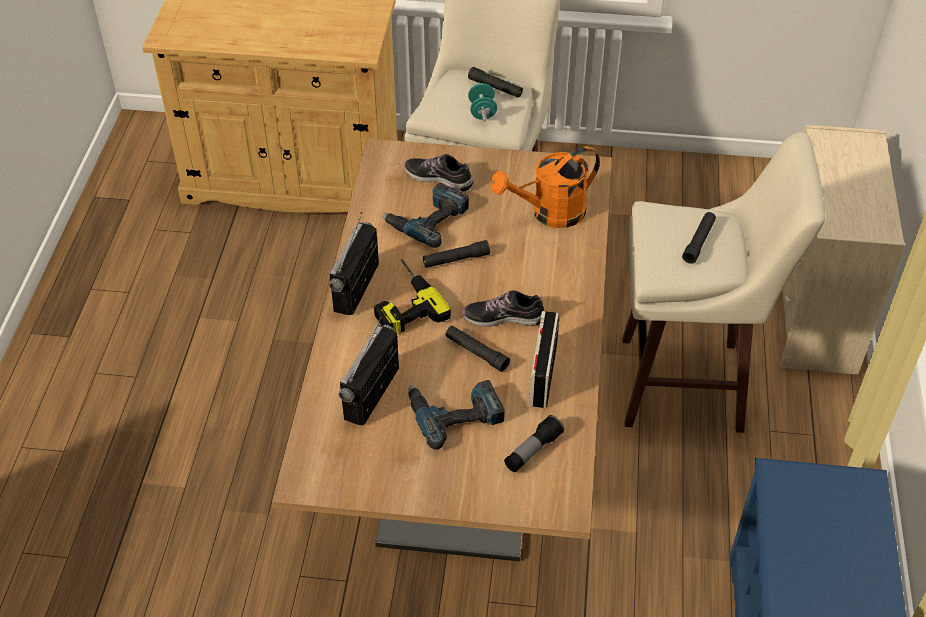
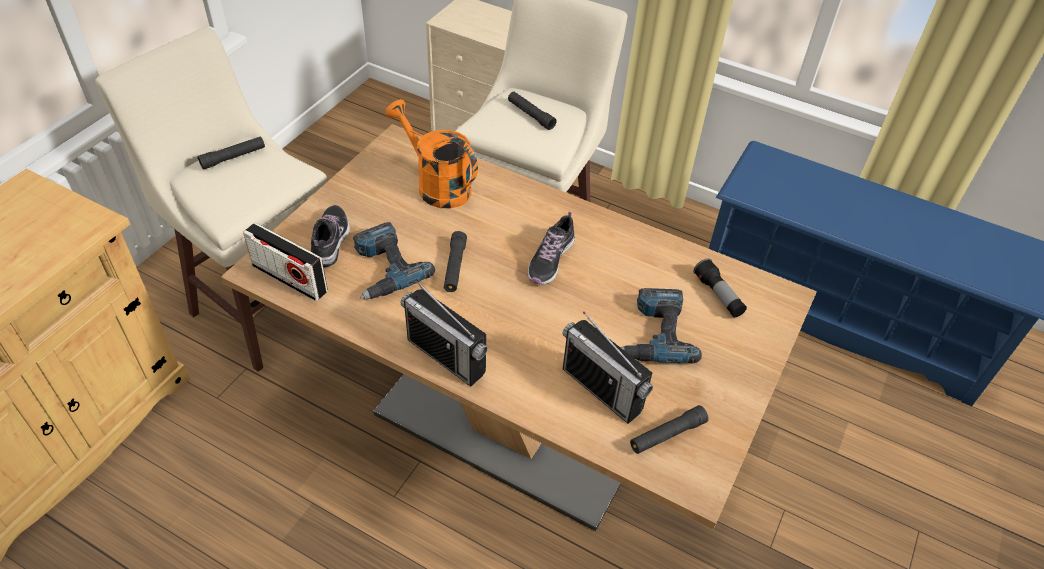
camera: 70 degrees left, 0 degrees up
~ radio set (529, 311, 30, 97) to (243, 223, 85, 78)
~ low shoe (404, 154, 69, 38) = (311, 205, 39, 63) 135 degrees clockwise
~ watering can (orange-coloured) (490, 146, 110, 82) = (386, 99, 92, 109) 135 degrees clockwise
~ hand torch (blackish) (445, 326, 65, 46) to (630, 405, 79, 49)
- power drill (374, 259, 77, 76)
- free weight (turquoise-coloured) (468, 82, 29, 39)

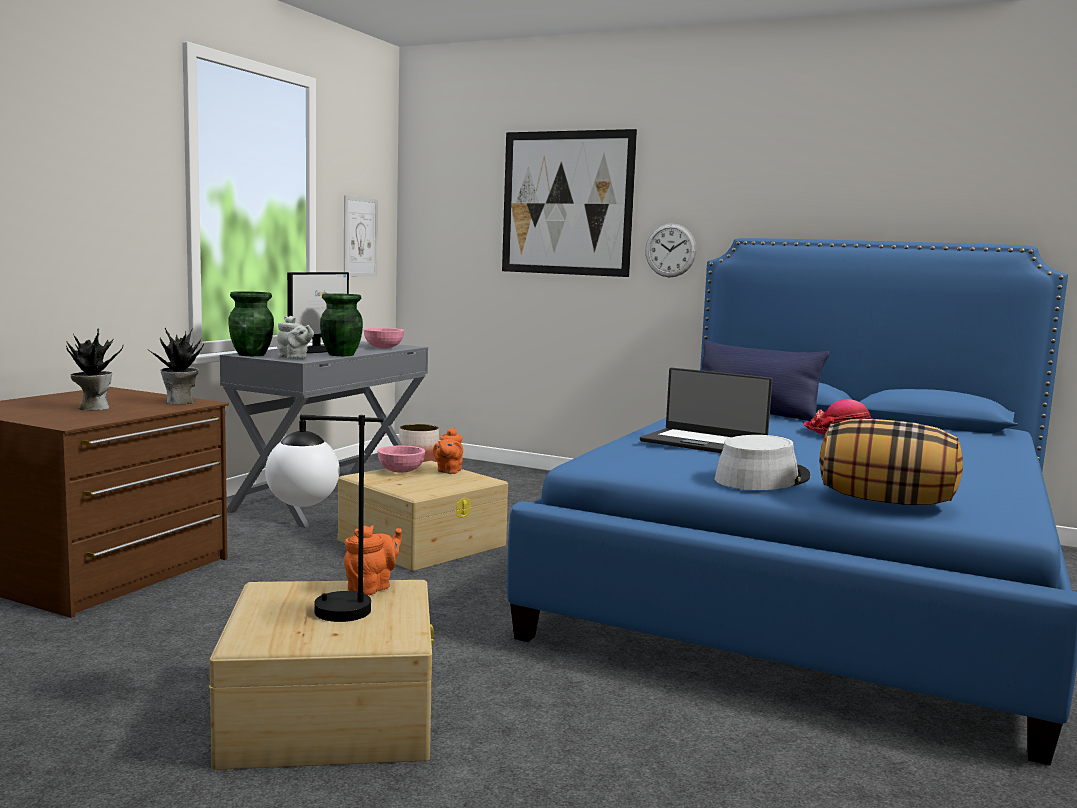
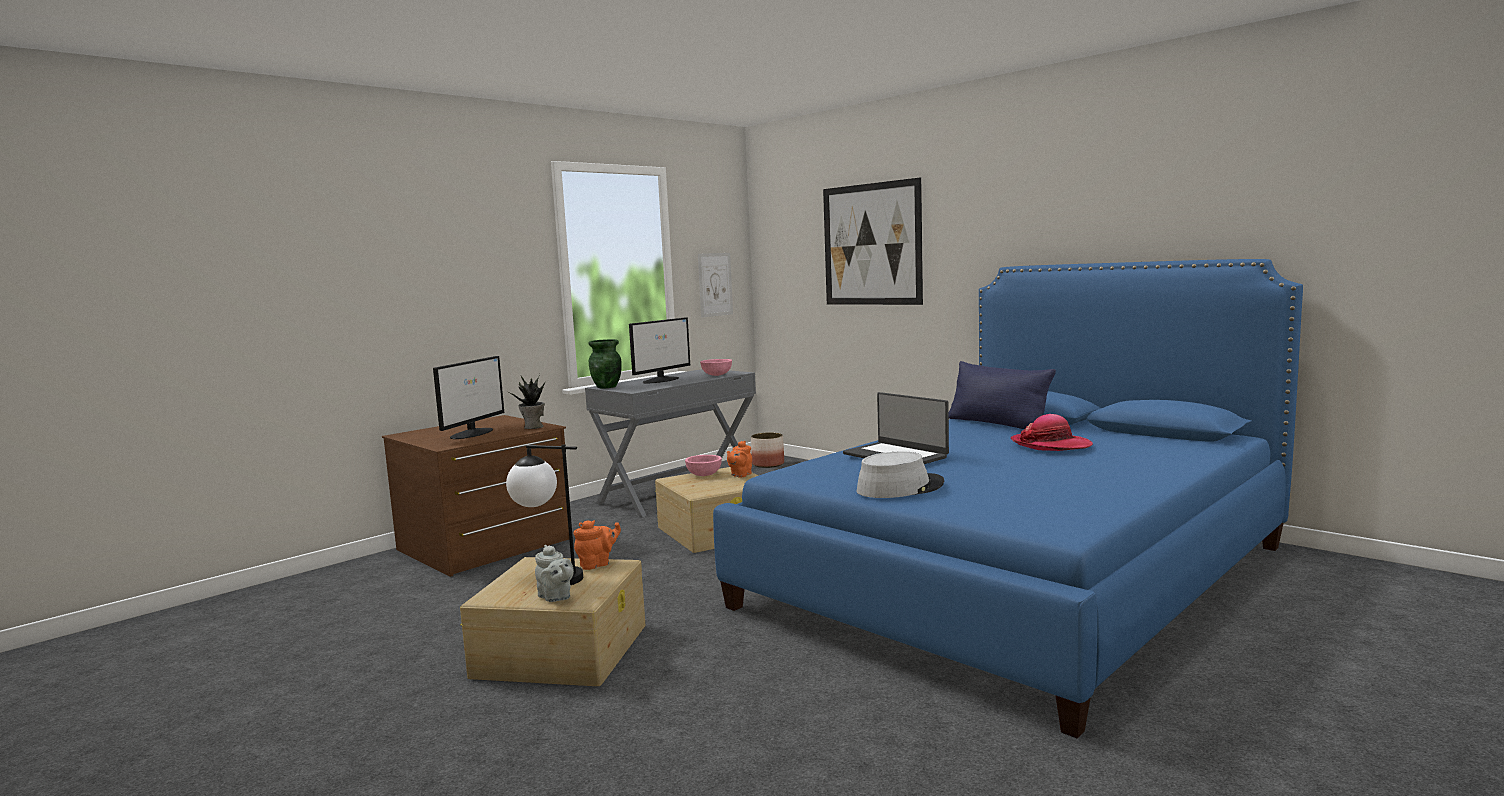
camera: 20 degrees right, 0 degrees up
~ plant in a pot (66, 329, 57, 82) to computer display (433, 356, 71, 83)
~ tea pot (grey) (277, 316, 37, 43) to (535, 545, 39, 57)
- decorative vase (green) (320, 293, 43, 63)
- wall clock (645, 223, 52, 54)
- throw pillow (820, 419, 143, 86)

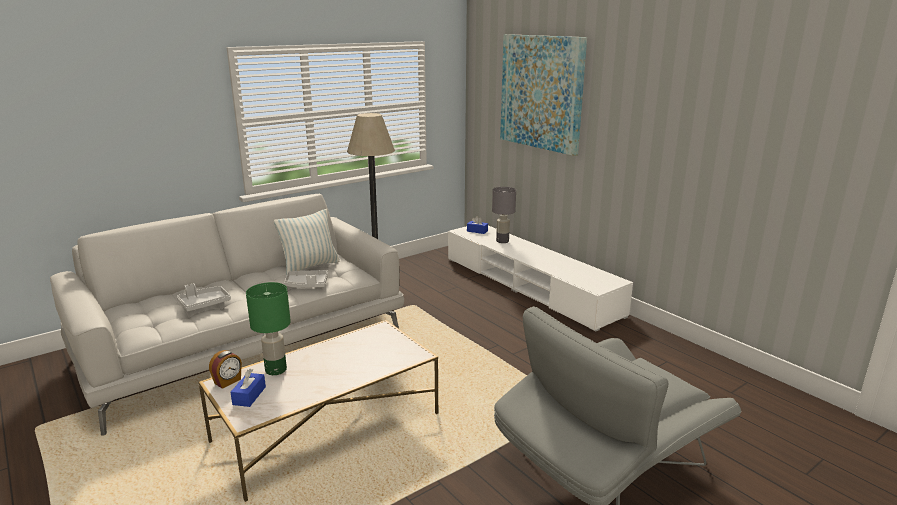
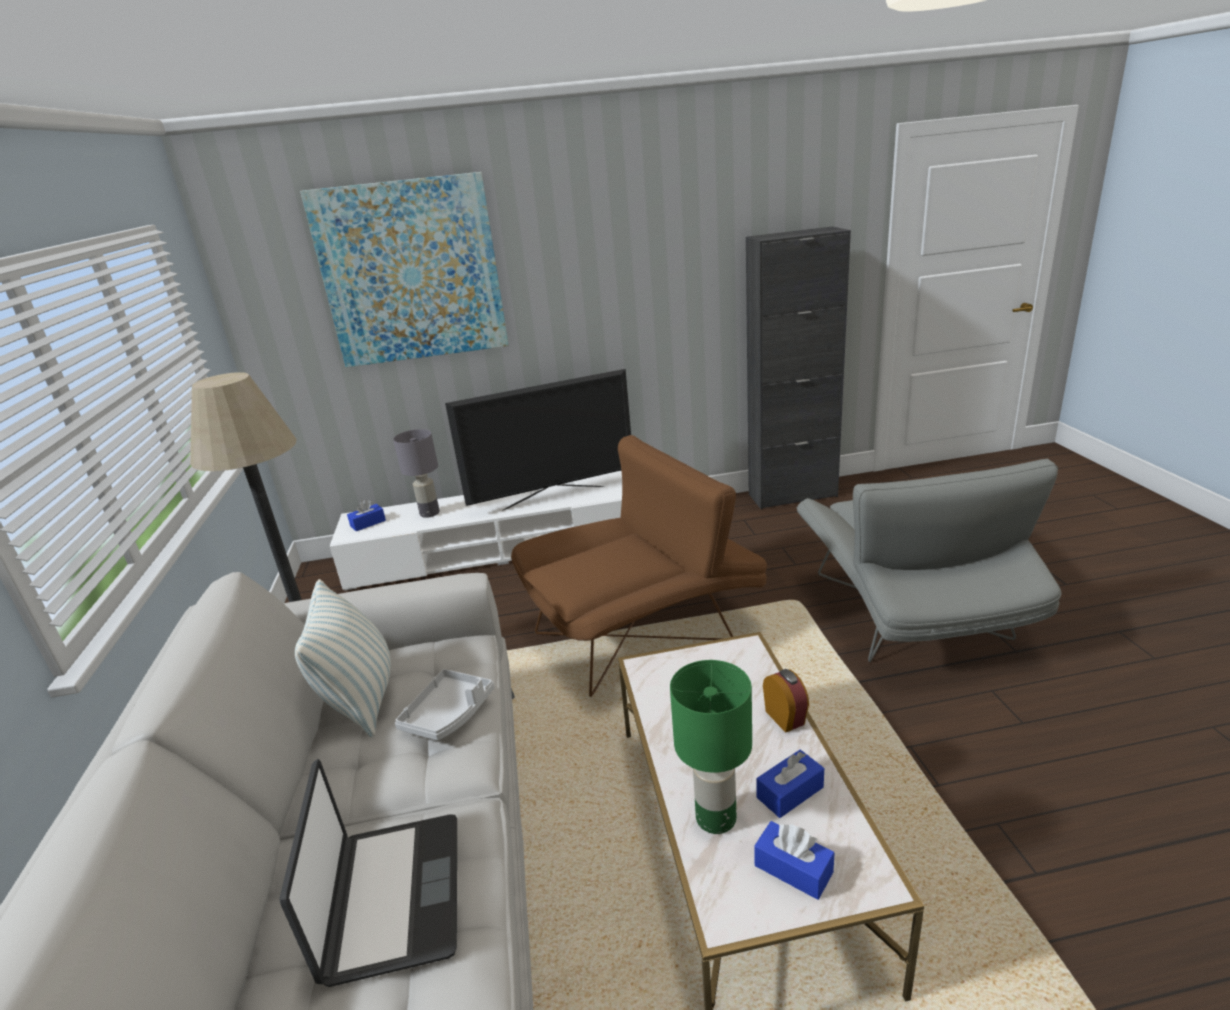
camera: 60 degrees left, 5 degrees up
~ tray (grey) (177, 283, 54, 28) to notebook computer (279, 759, 178, 228)
+ TV (445, 369, 186, 142)
+ lounge chair (brown) (511, 435, 256, 262)
+ storage cabinet (blackish) (746, 226, 105, 283)
+ tissue box (blue-coloured) (756, 750, 68, 68)
~ table clock (209, 350, 33, 39) to (763, 669, 46, 64)

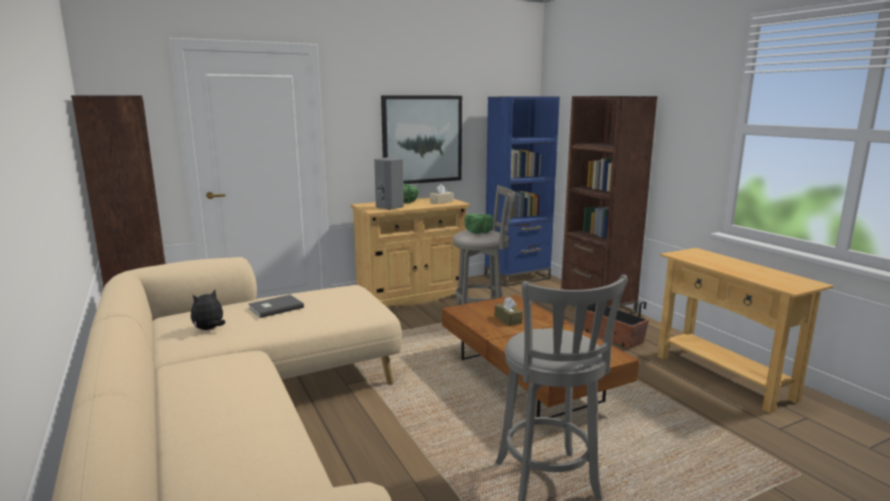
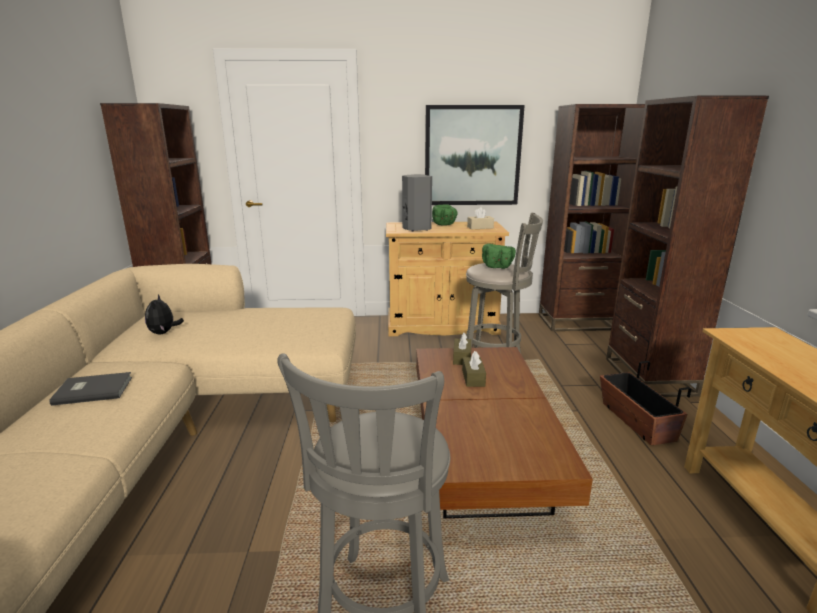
camera: 25 degrees right, 5 degrees up
~ bound book (grey) (248, 295, 56, 23) to (49, 372, 83, 34)
~ plush toy (191, 290, 35, 40) = (145, 295, 39, 40) 75 degrees counterclockwise
+ tissue box (brown) (453, 333, 18, 32)
~ bookshelf (blue-coloured) (484, 96, 76, 191) to bookshelf (brown) (539, 104, 106, 227)

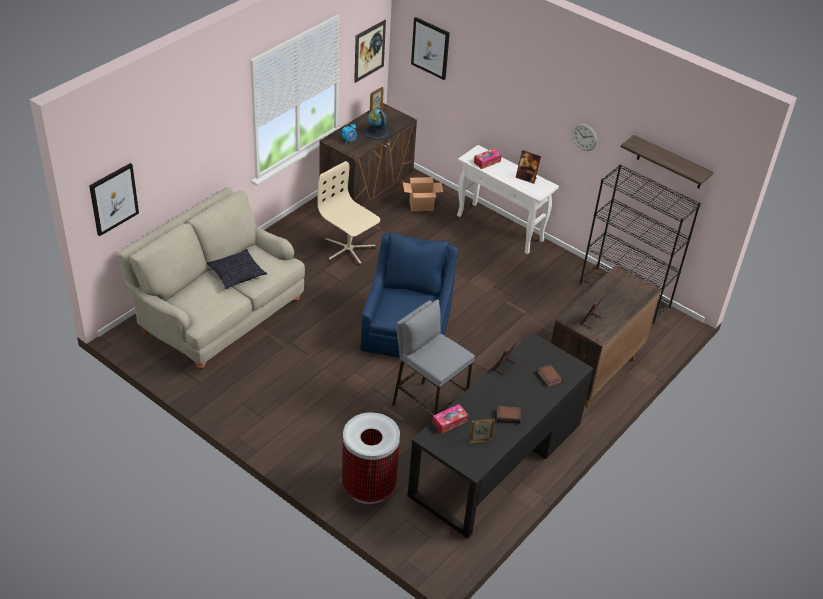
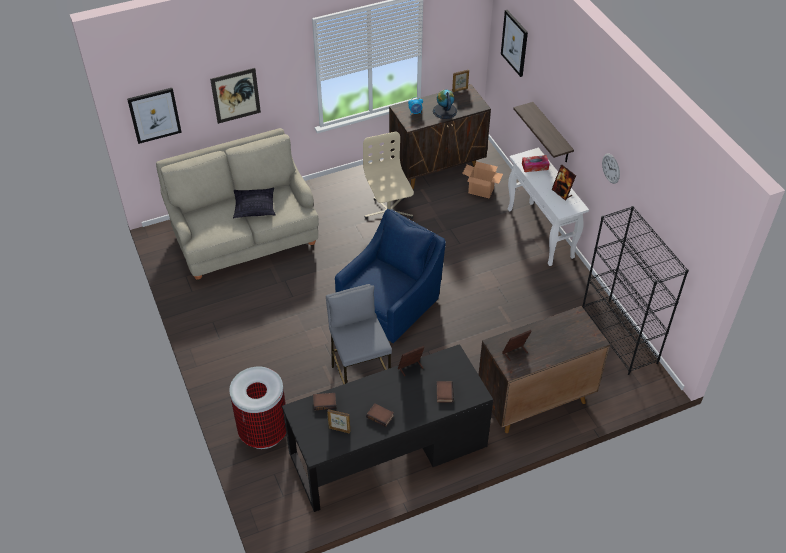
camera: 30 degrees right, 5 degrees up
~ wall picture (354, 20, 32, 63) to (210, 68, 51, 56)
~ tissue box (432, 404, 37, 30) to bound book (313, 393, 23, 18)
~ wall shelf (621, 135, 93, 54) to (513, 102, 61, 60)

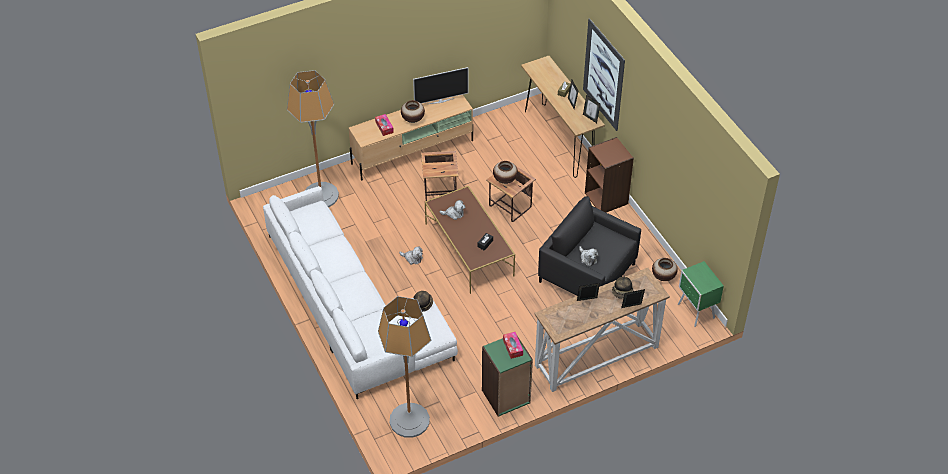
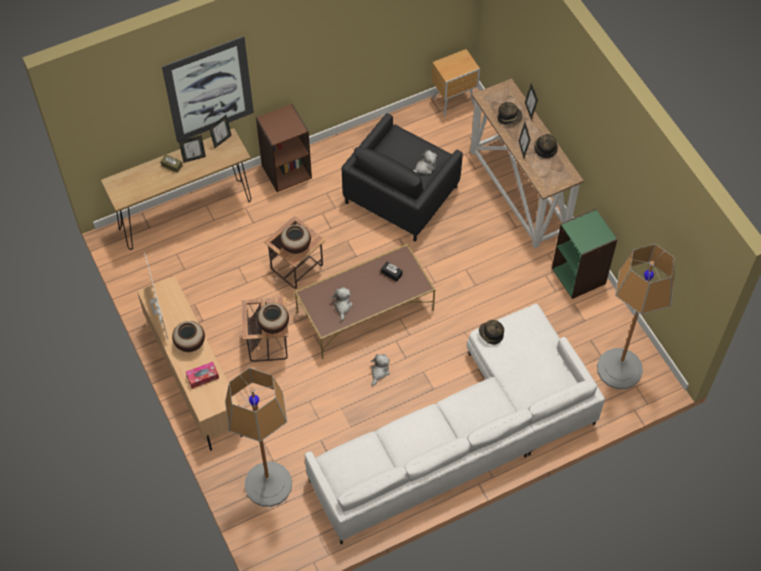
camera: 90 degrees left, 10 degrees up
~ decorative vase (652, 258, 26, 23) to (257, 303, 32, 31)
~ bedside table (green) (678, 261, 46, 66) to bedside table (brown) (432, 49, 48, 67)
+ clothing hat (534, 134, 24, 24)
- tissue box (503, 332, 20, 27)

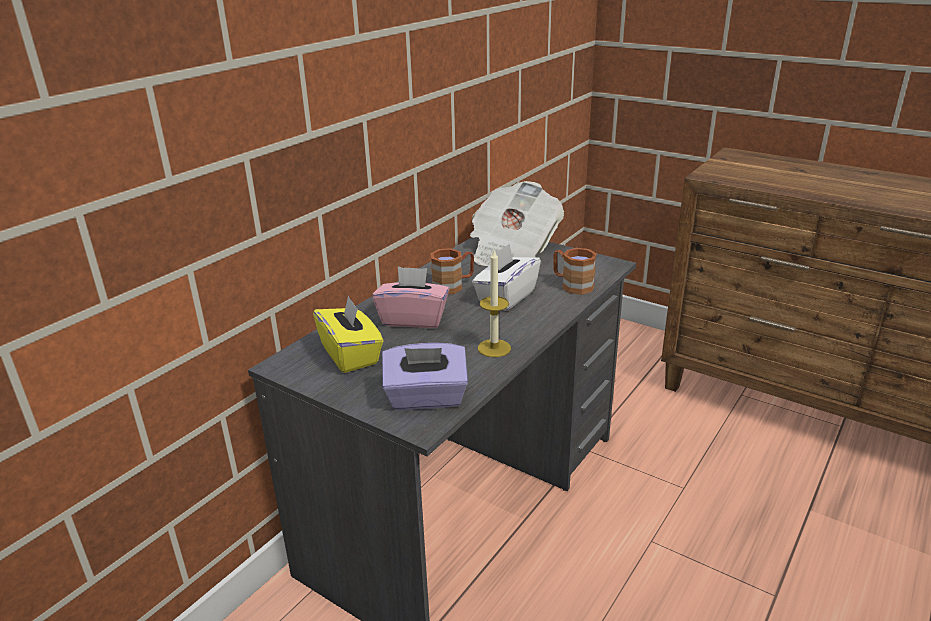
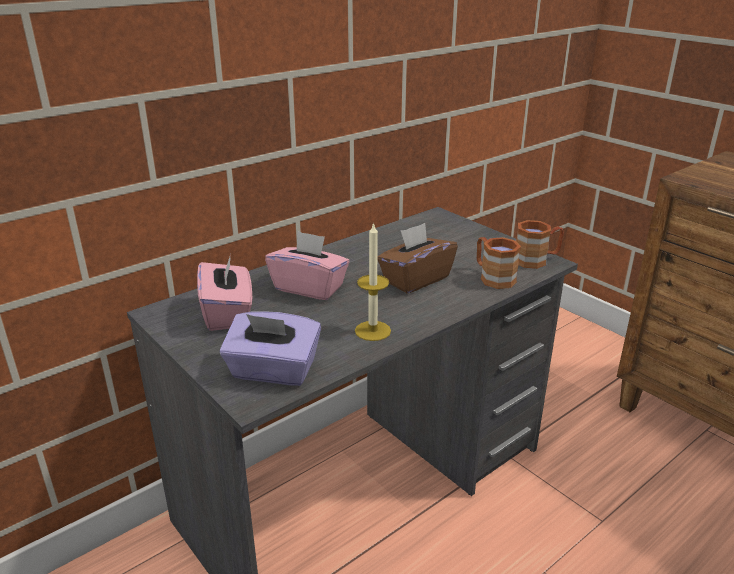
camera: 15 degrees right, 0 degrees up
~ tissue box (yellowish) (313, 295, 71, 78) to tissue box (pink-coloured) (197, 257, 56, 74)
~ tissue box (white-coloured) (472, 244, 69, 67) to tissue box (brown) (377, 223, 81, 70)
~ coffee mug (brown) (430, 248, 44, 46) to (516, 220, 48, 49)
- printed paper (470, 181, 94, 85)

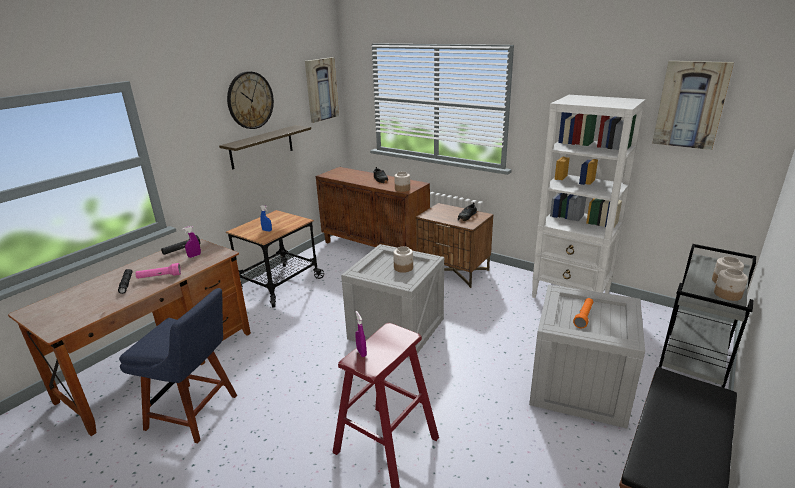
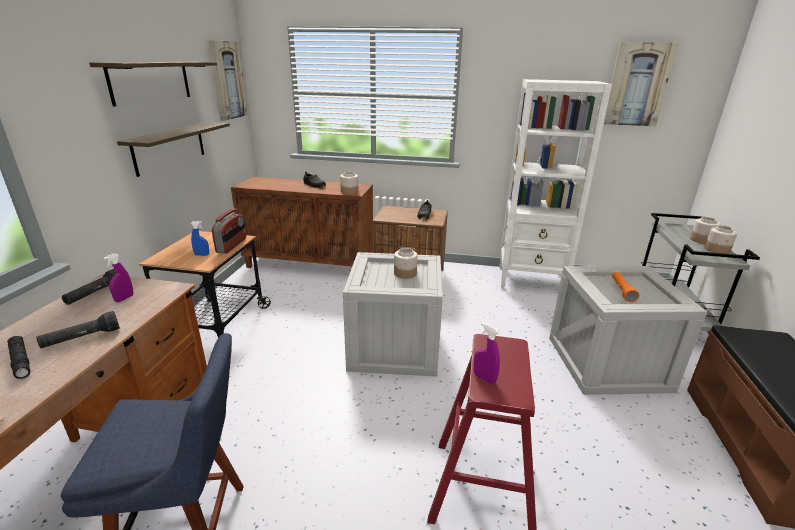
camera: 25 degrees left, 0 degrees up
~ hand torch (pink-coloured) (135, 263, 46, 16) to hand torch (blackish) (36, 311, 84, 37)
~ wall clock (227, 71, 47, 58) to wall shelf (89, 61, 128, 46)
+ radio set (212, 208, 34, 46)

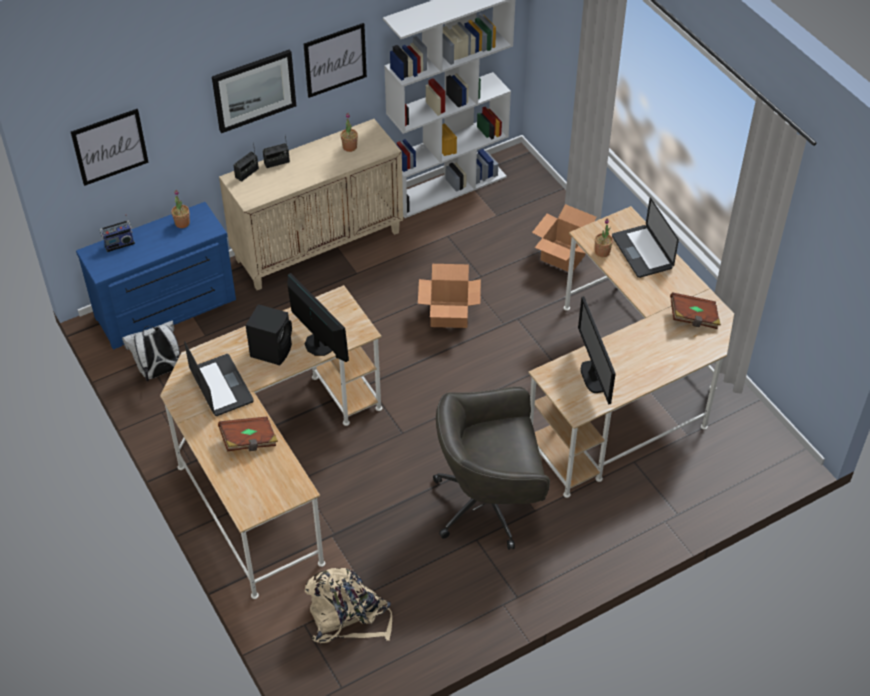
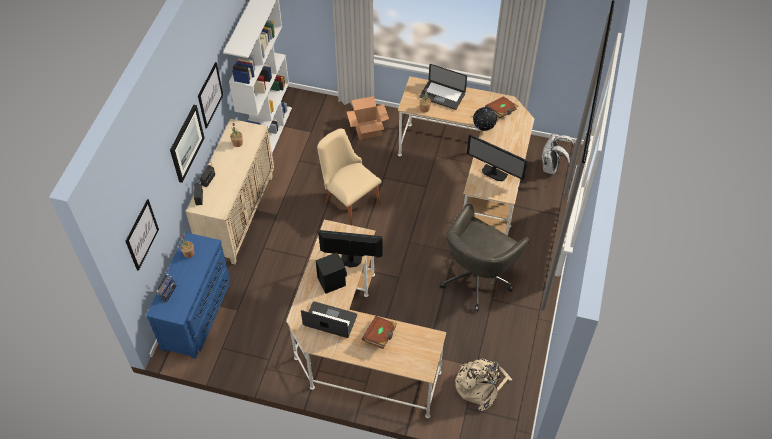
camera: 45 degrees left, 5 degrees up
~ carton (418, 264, 63, 64) to plain chair (beige-coloured) (317, 128, 65, 98)
+ globe (473, 107, 24, 24)
~ backpack (white-coloured) (122, 320, 58, 61) to (542, 133, 32, 42)

